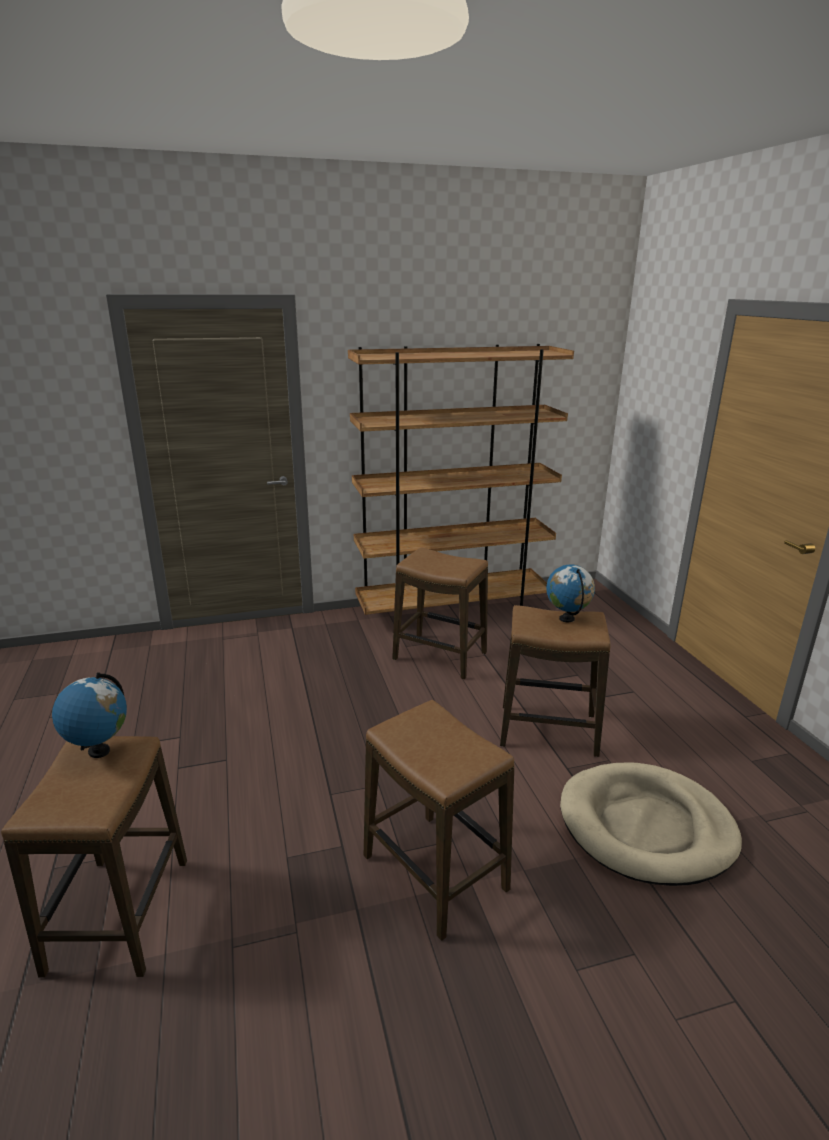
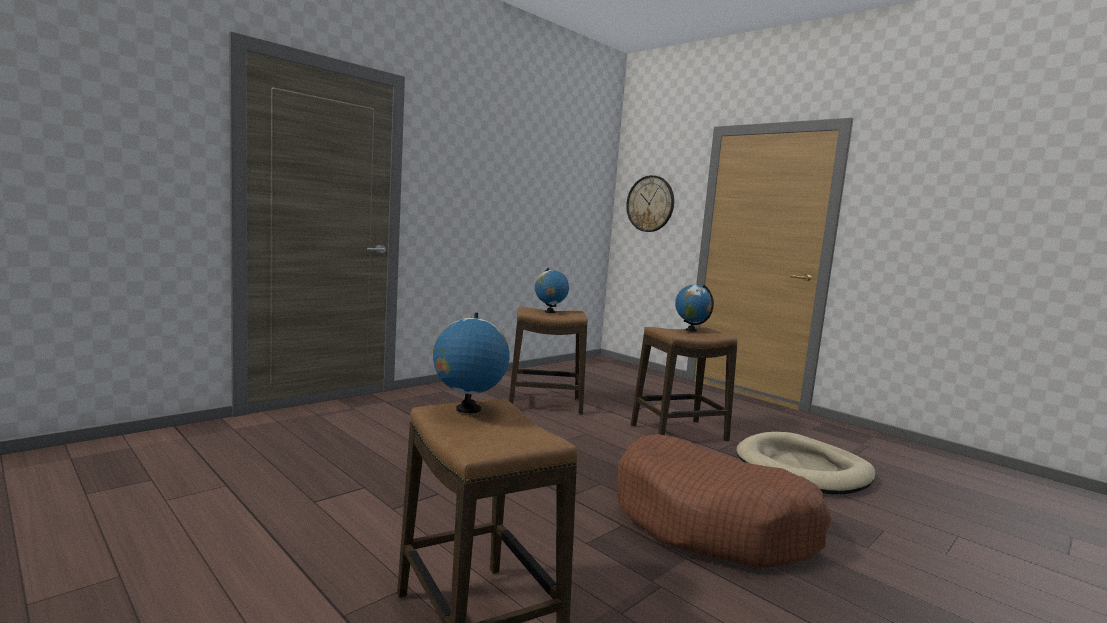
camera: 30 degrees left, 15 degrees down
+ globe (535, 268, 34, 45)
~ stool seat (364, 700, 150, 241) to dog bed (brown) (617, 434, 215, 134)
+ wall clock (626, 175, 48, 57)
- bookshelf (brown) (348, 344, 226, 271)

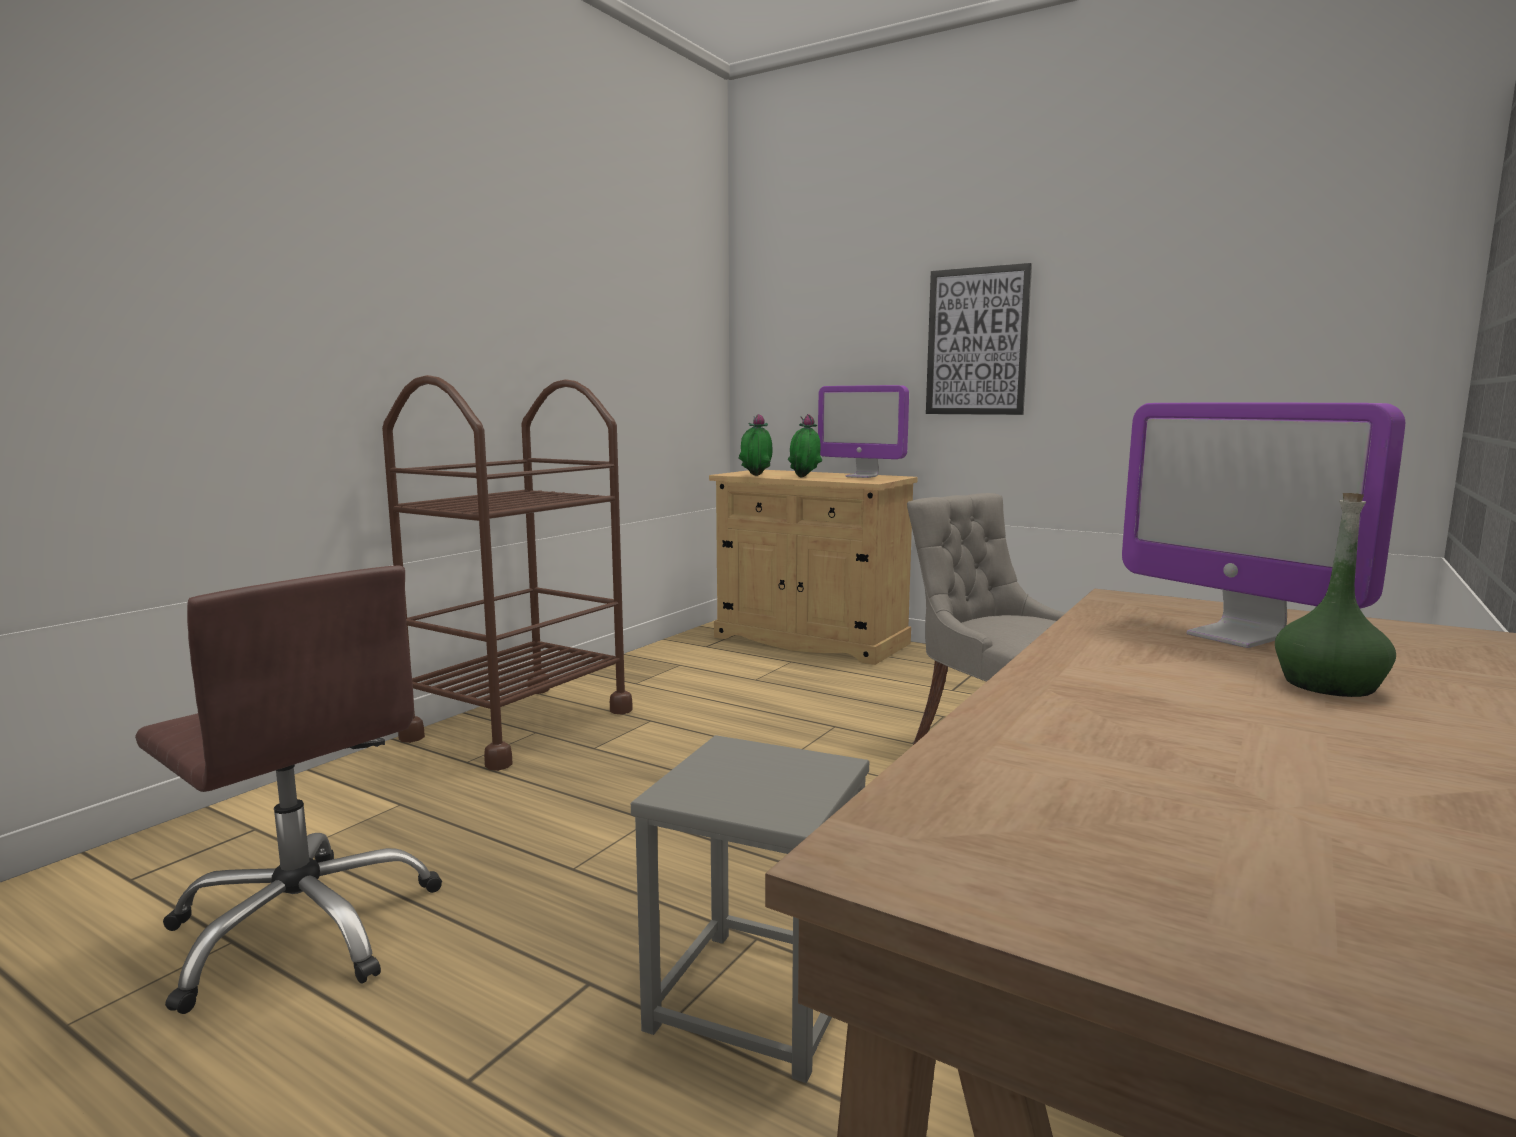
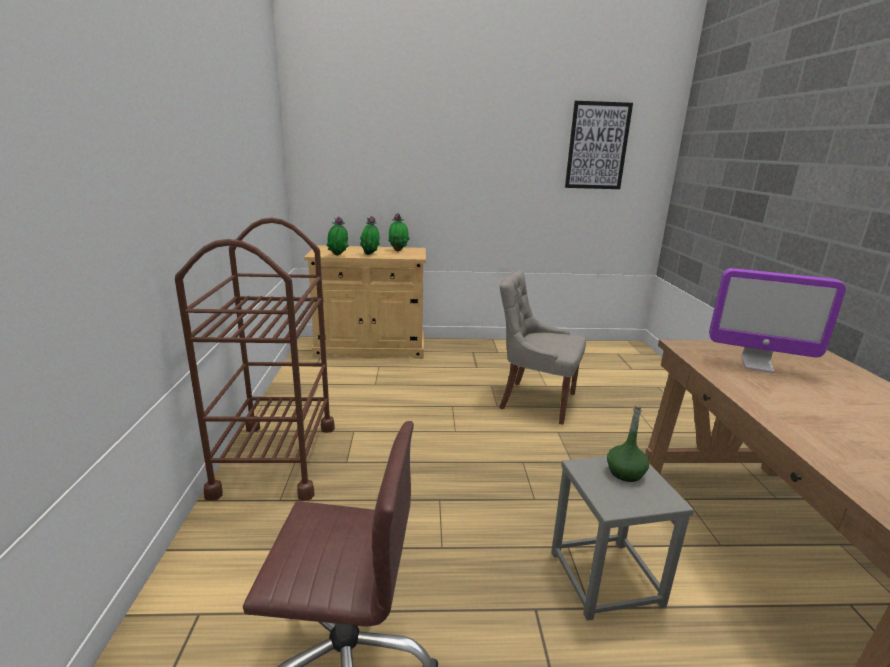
camera: 35 degrees left, 10 degrees up
~ computer display (818, 385, 91, 93) to plant in a pot (388, 213, 22, 38)
~ wall picture (926, 263, 106, 152) to (565, 101, 68, 88)
~ bottle (green) (1275, 493, 121, 204) to (607, 405, 42, 77)

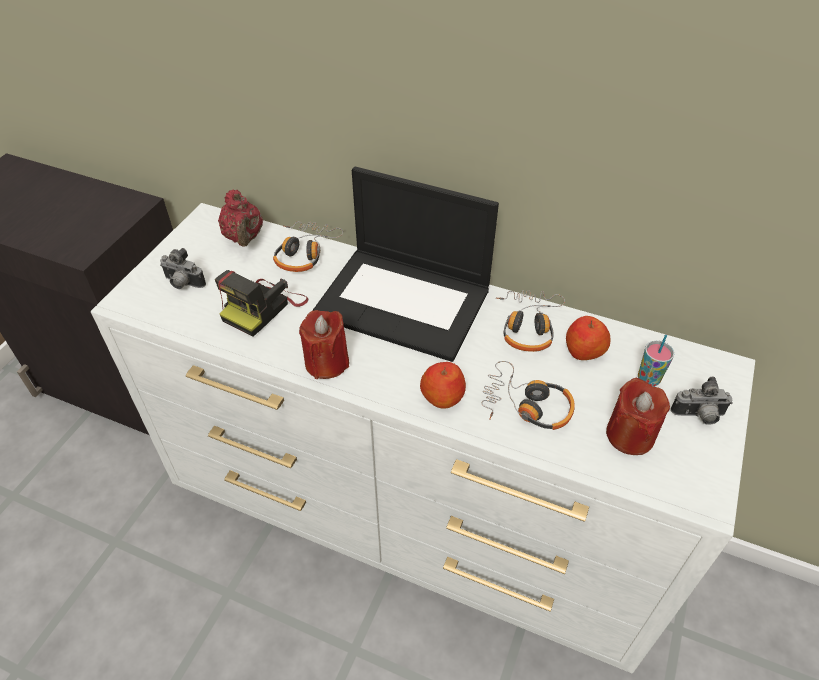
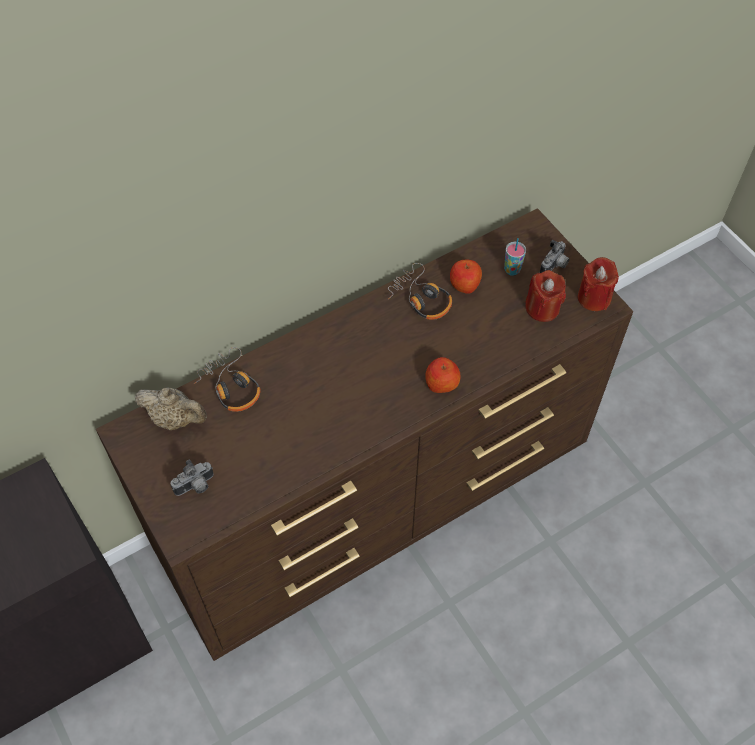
camera: 55 degrees left, 10 degrees up
~ drawer chest (white-coloured) (91, 203, 664, 470) to drawer chest (brown) (96, 208, 537, 453)
~ tea pot (red-coloured) (218, 189, 45, 58) to tea pot (beige-coloured) (135, 388, 72, 42)
~ candle (red-coloured) (299, 310, 50, 69) to (578, 257, 41, 54)
- still camera (215, 270, 93, 67)
- notebook computer (312, 166, 187, 196)
- headset (481, 361, 94, 69)

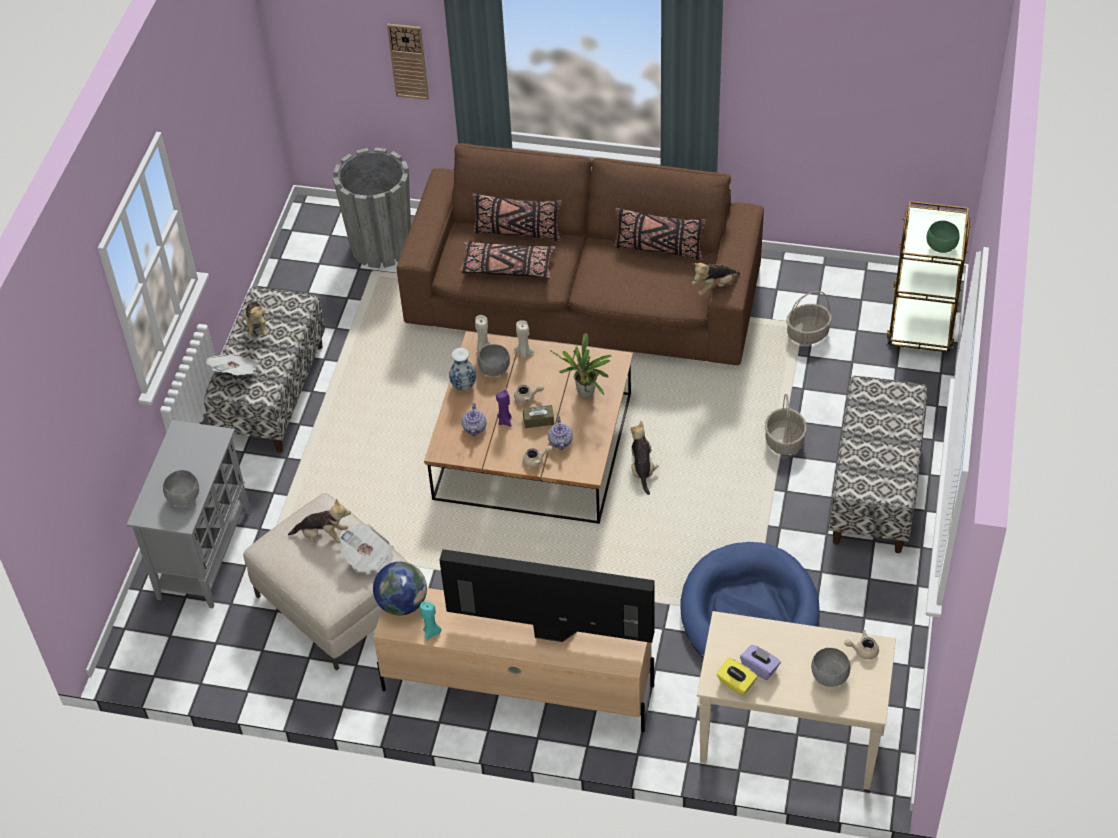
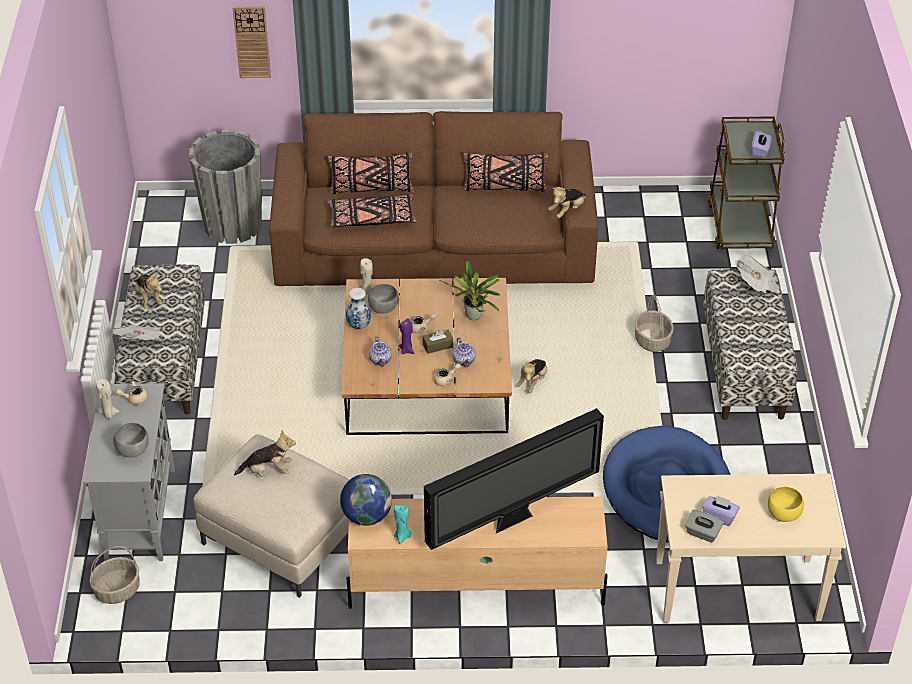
camera: 15 degrees left, 5 degrees down
~ household basket (786, 291, 46, 53) to (89, 546, 51, 58)
~ candle (beige-coloured) (514, 320, 20, 38) to (96, 379, 24, 40)
~ tea pot (beige-coloured) (844, 630, 35, 30) to (115, 381, 33, 24)
~ TV (439, 549, 215, 94) = (424, 408, 180, 142) 150 degrees clockwise
~ plush toy (631, 421, 27, 74) = (516, 359, 32, 34) 135 degrees counterclockwise
~ tissue box (yellowish) (716, 657, 41, 39) to tissue box (grey) (685, 510, 39, 33)
~ printed paper (340, 524, 54, 50) to (735, 256, 45, 37)
~ bowl (green) (926, 221, 34, 32) to tissue box (purplish) (752, 130, 19, 28)
~ bowl (grey) (811, 648, 40, 39) to bowl (yellowish) (768, 487, 36, 35)

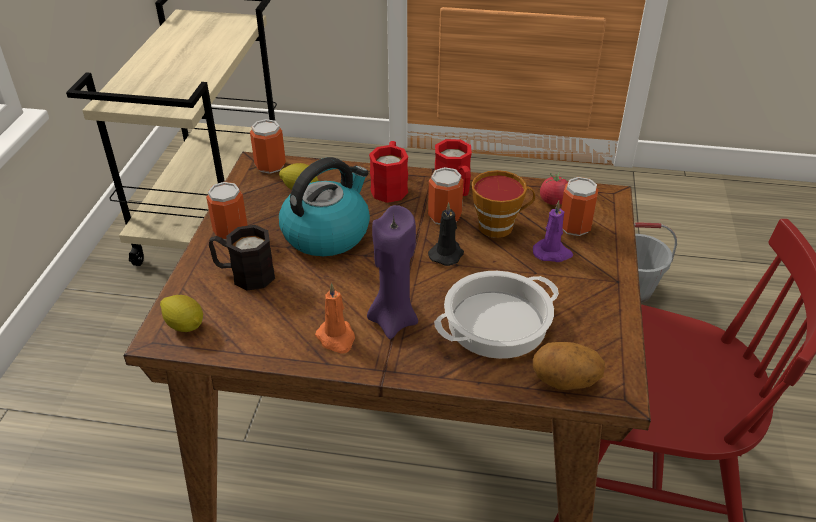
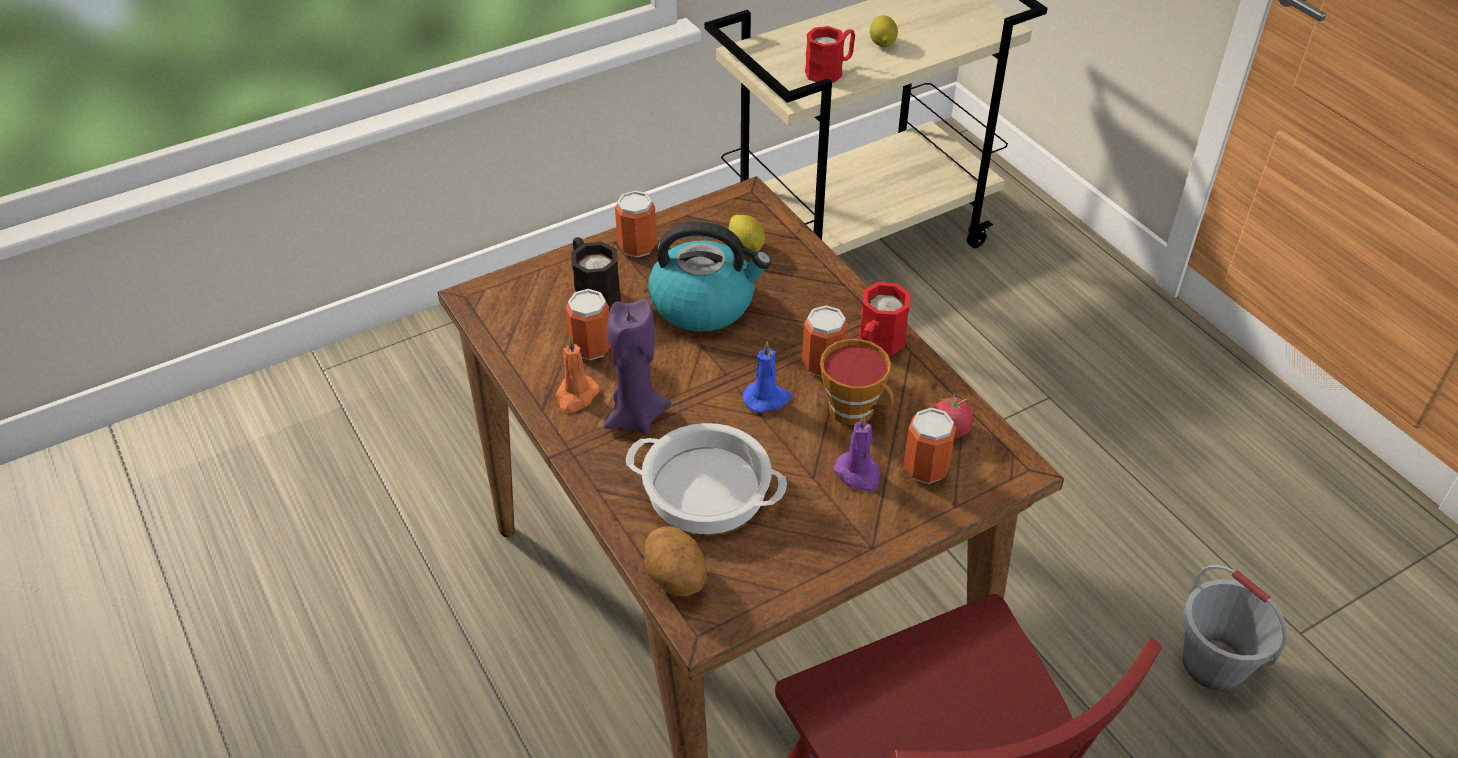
camera: 50 degrees right, 5 degrees up
~ metal can (250, 119, 36, 55) to (566, 289, 45, 71)
~ candle (blackish) (428, 202, 36, 64) to candle (blue-coloured) (743, 341, 49, 72)
~ coffee mug (red-coloured) (369, 141, 39, 62) to (805, 26, 50, 57)
~ citrus fruit (160, 295, 43, 37) to (870, 15, 28, 32)

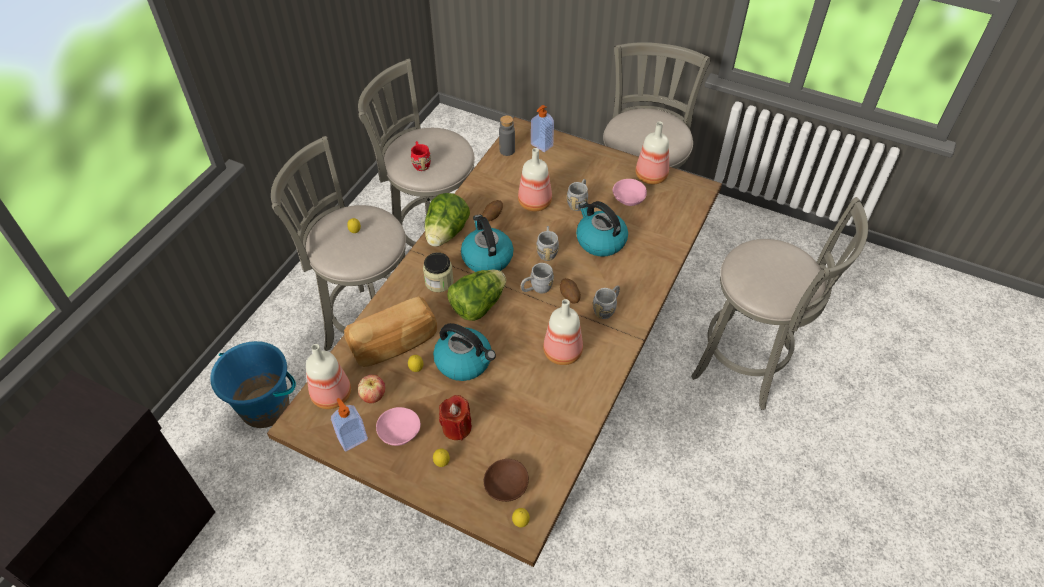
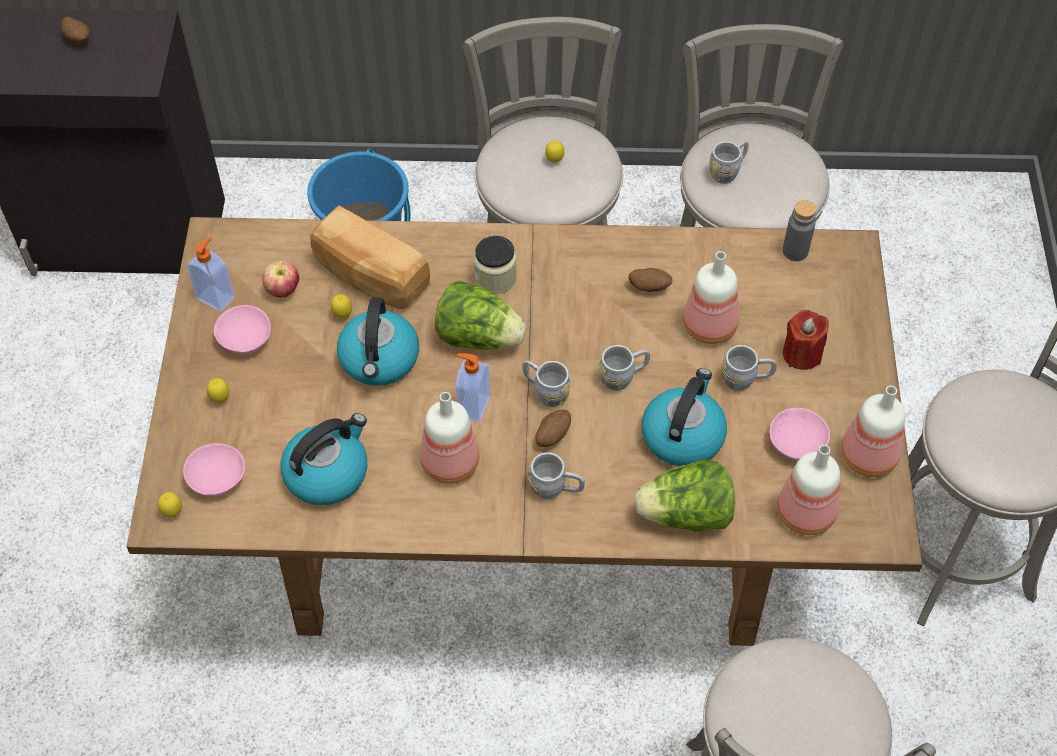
camera: 65 degrees right, 5 degrees up
+ whole potato (61, 17, 29, 26)
~ bowl (brown) (484, 459, 45, 43) to bowl (pink-coloured) (183, 443, 63, 53)
~ tea kettle (461, 215, 53, 57) to (280, 413, 88, 92)
~ liquid soap bottle (531, 105, 23, 47) to (455, 353, 35, 70)
~ lettuce head (425, 193, 45, 54) to (635, 459, 100, 73)
~ coffee mug (red-coloured) (411, 141, 20, 30) to coffee mug (grey) (709, 141, 40, 43)
~ bottle (306, 344, 45, 65) to (777, 445, 63, 90)
~ candle (red-coloured) (439, 395, 33, 46) to (783, 310, 46, 60)

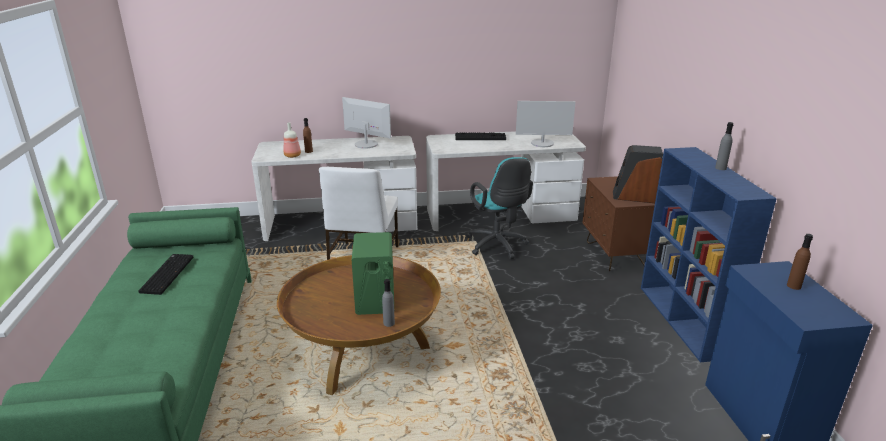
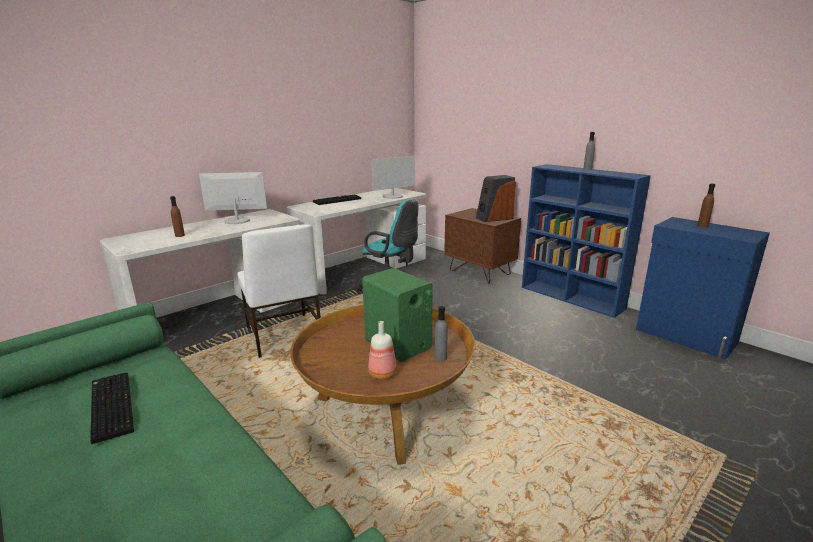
camera: 35 degrees left, 5 degrees down
~ bottle (284, 122, 17, 36) to (368, 321, 29, 58)

